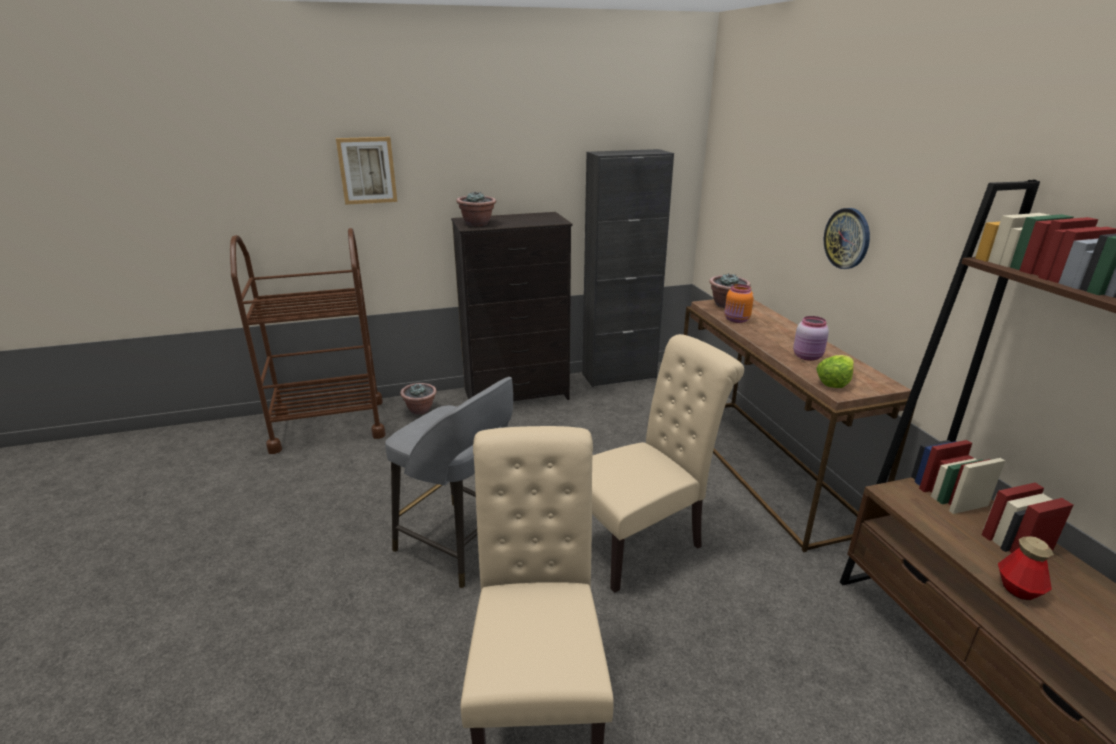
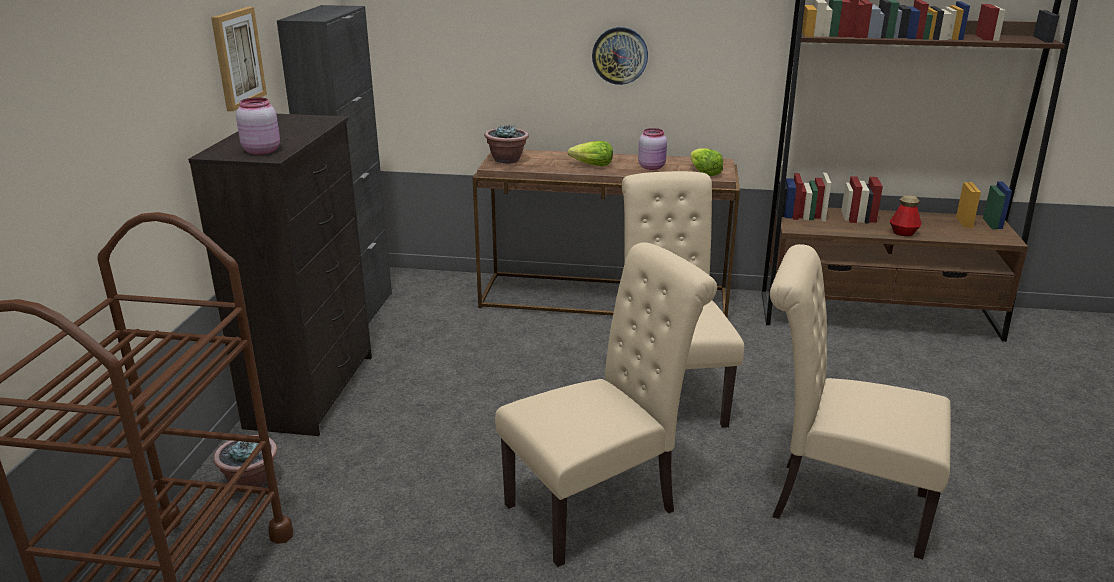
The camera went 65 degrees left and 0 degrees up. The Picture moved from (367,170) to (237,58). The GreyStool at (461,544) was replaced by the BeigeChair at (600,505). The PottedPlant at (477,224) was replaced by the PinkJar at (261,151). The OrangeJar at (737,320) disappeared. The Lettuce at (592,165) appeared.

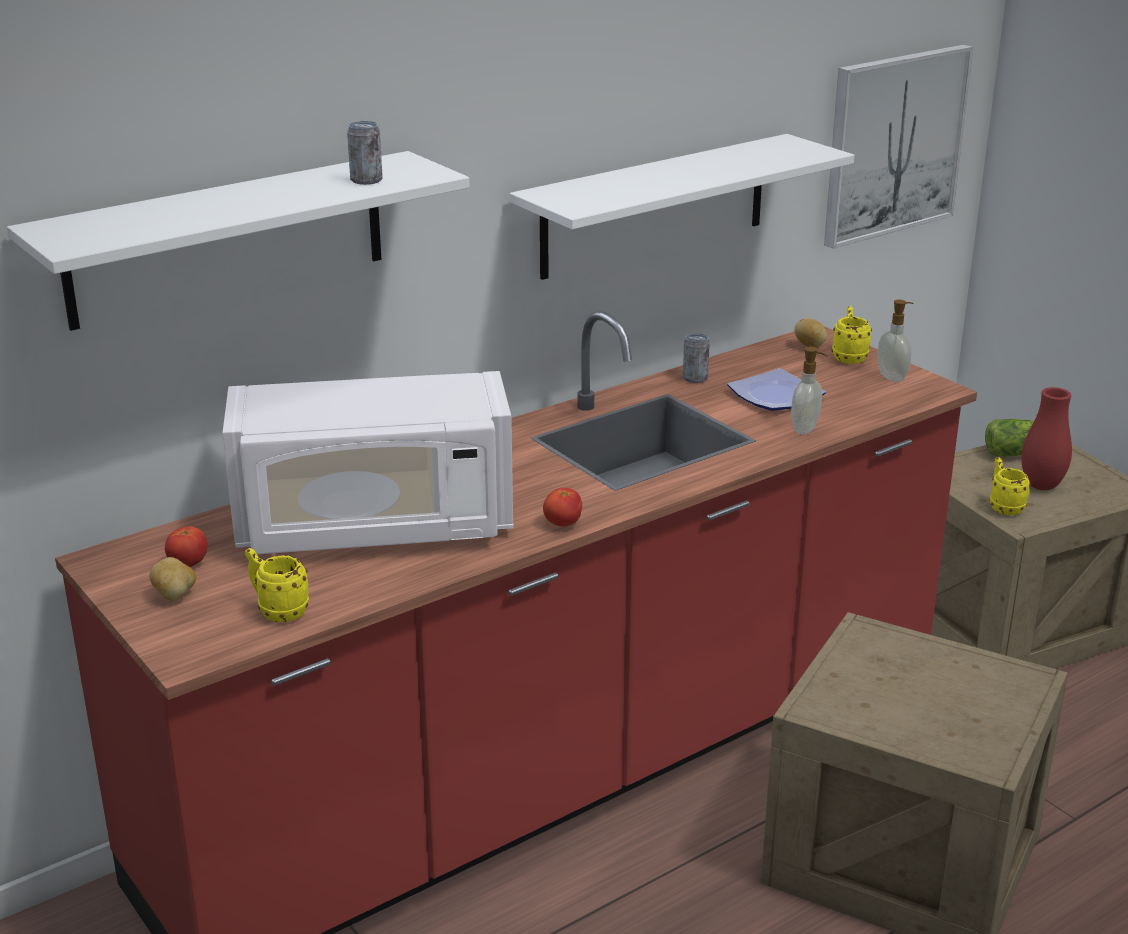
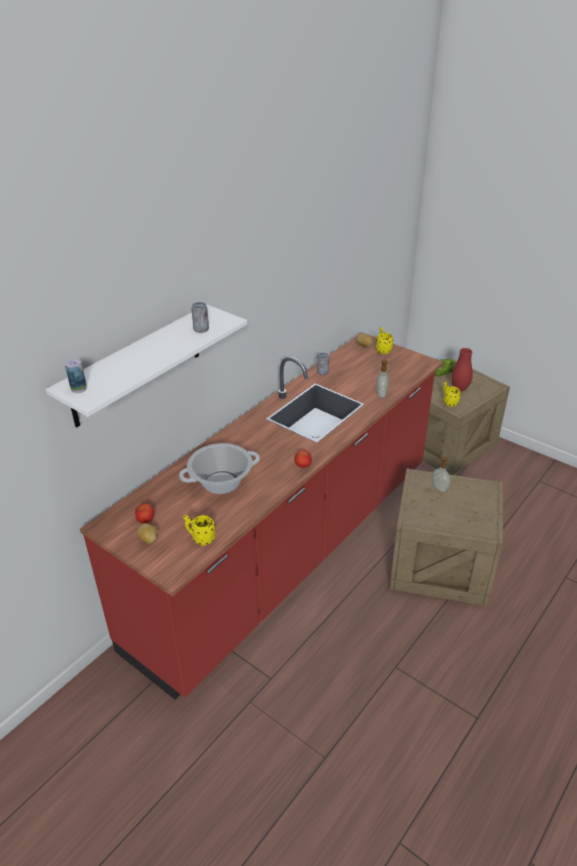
The camera went 15 degrees left and 10 degrees up. The WhiteMicrowave at (375,526) was replaced by the CookingPot at (221,482). The WhiteShelf at (655,206) disappeared. The Plate at (773,396) disappeared. The Picture at (893,144) disappeared. The SoapDispenser moved from (893,377) to (440,487). The Can at (79,389) appeared.

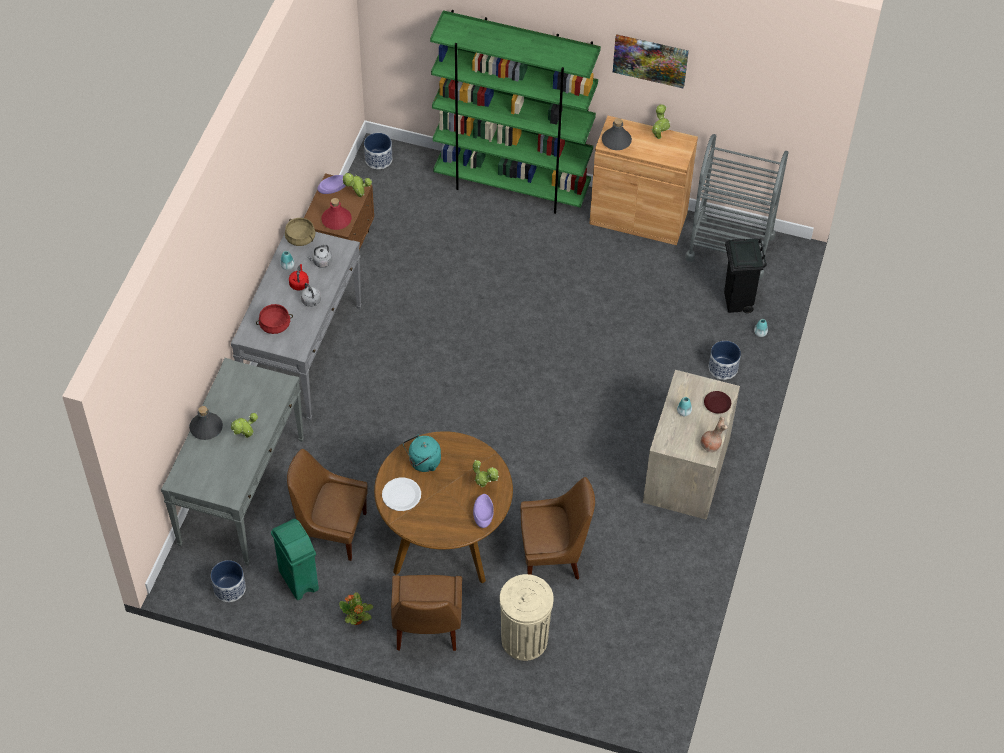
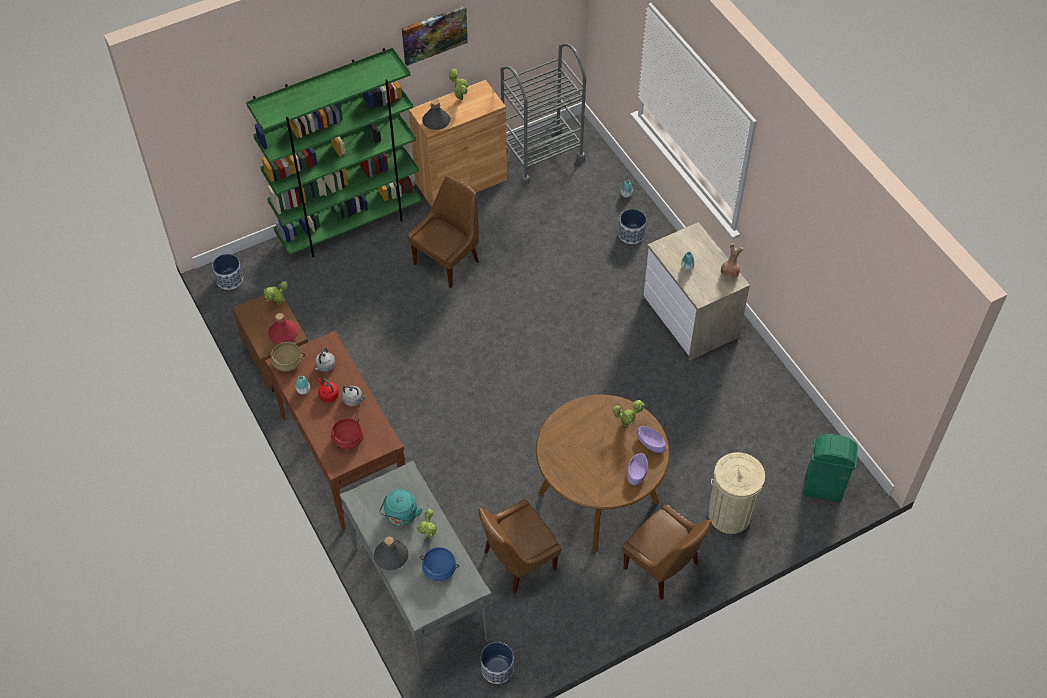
The camera went 45 degrees left and 0 degrees up. The GreyConsoleTable at (303,353) became the BrownConsoleTable at (343,458). The GreenTrashCan moved from (298,581) to (823,489). The PurpleBowl moved from (333,188) to (636,472). The PottedPlant at (357,620) disappeared. The WhitePlate at (401,495) disappeared. The TurquoiseKettle moved from (423,462) to (401,516). The BrownChair moved from (553,556) to (448,261). The BrownPlate at (717,404) disappeared. The BlackTrashCan at (737,302) disappeared. The BlueCookingPot at (439,569) appeared.

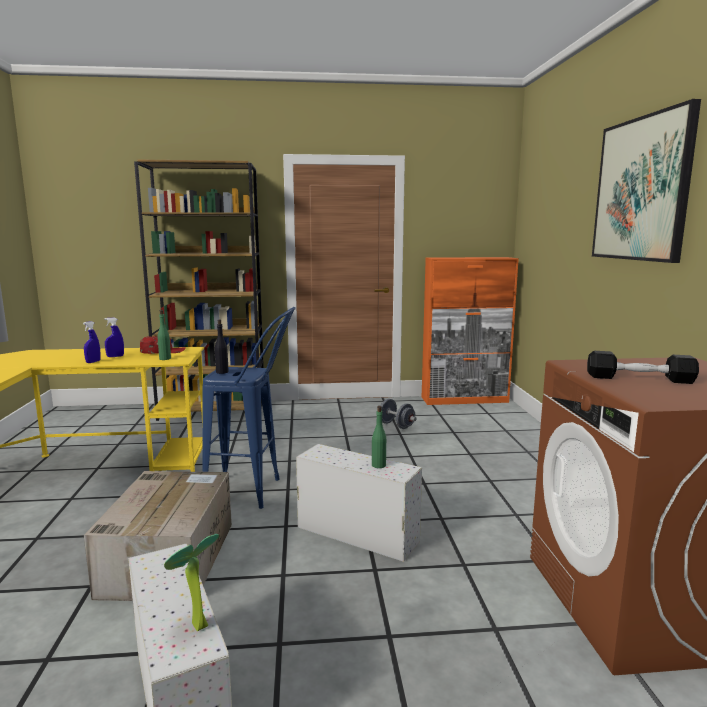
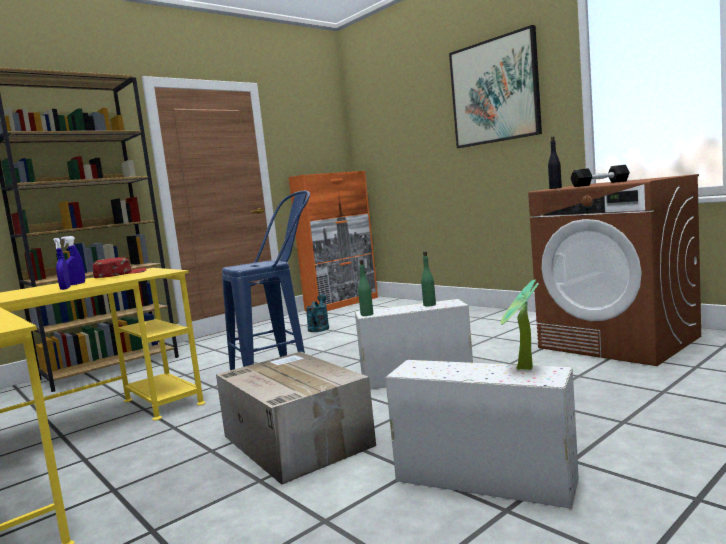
The camera went 35 degrees left and 5 degrees down. The GreenBottle moved from (165,358) to (367,314). The BlackBottle moved from (222,372) to (555,188). The GreyDumbbell at (396,425) was replaced by the TurquoiseWateringCan at (319,328).

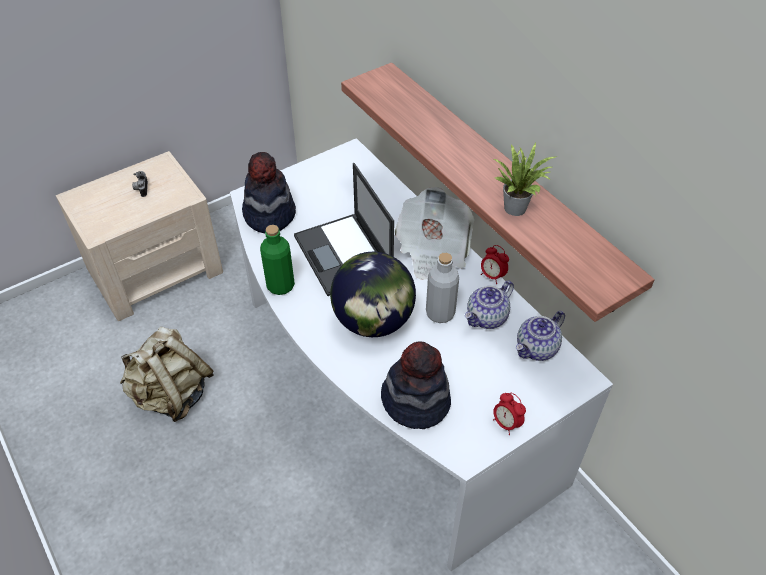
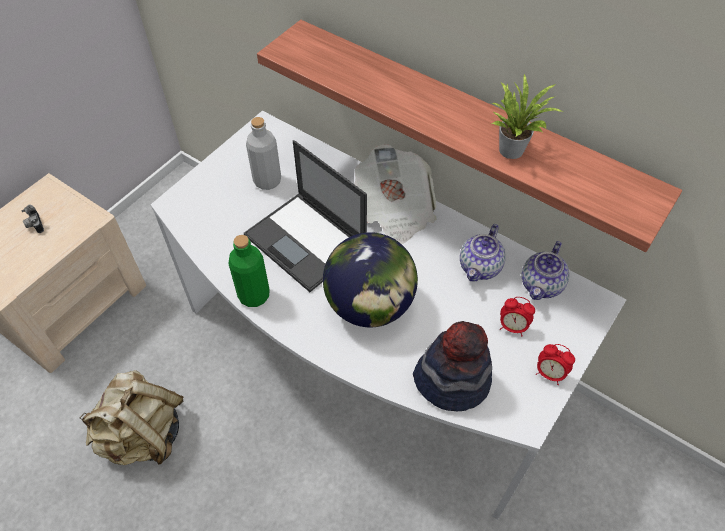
The camera went 20 degrees left and 5 degrees up. The Hat at (269,214) disappeared. The GreyBottle moved from (440,313) to (267,181). The AlarmClock moved from (492,276) to (512,327).

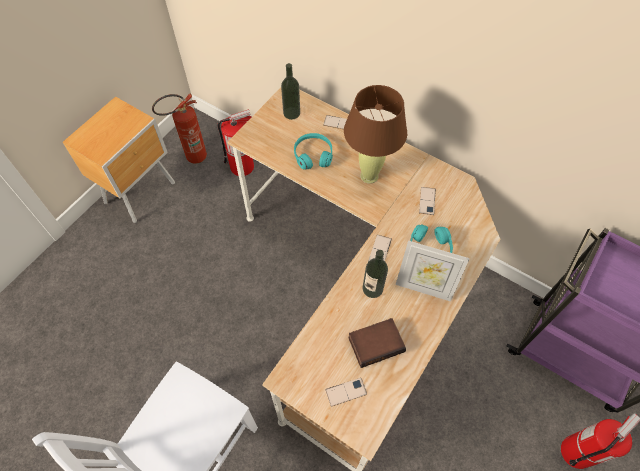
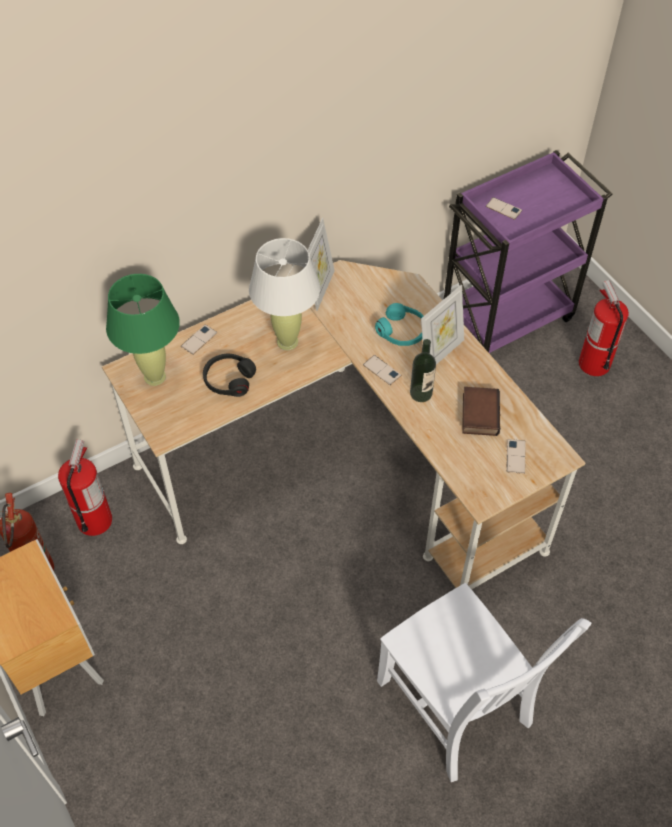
The camera went 65 degrees left and 5 degrees down. The Bottle at (291,113) was replaced by the GreenTableLamp at (154,377). The TurquoiseHeadphones at (313,155) became the BlackHeadphones at (229,379). The BrownTableLamp at (369,176) became the WhiteTableLamp at (287,342). The Phone moved from (427,201) to (503,208). The PictureFrame at (320,289) appeared.

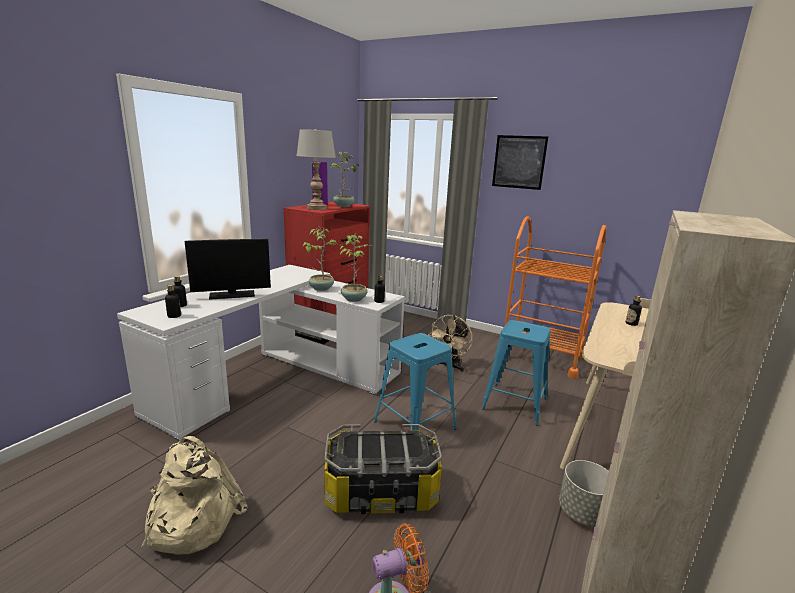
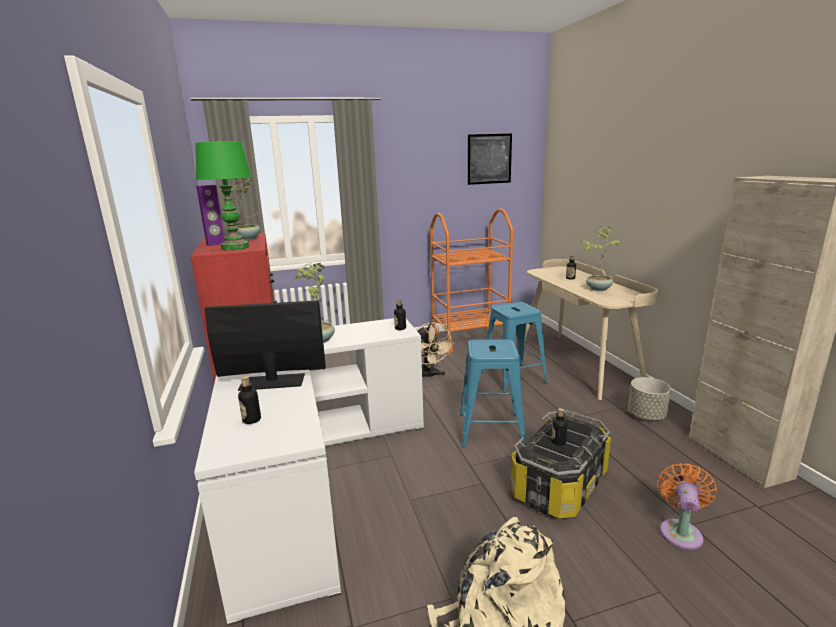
The camera went 45 degrees left and 0 degrees up. The Bottle moved from (174,316) to (558,442). The Monitor at (232,295) turned 120 degrees counterclockwise. The GreyTableLamp at (317,208) became the GreenTableLamp at (235,247). The PottedPlant moved from (354,299) to (598,289). The Picture moved from (519,162) to (489,159).

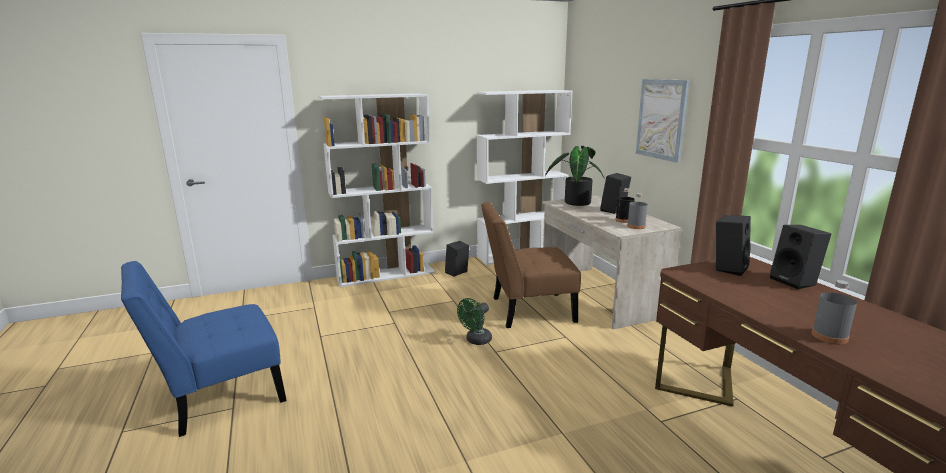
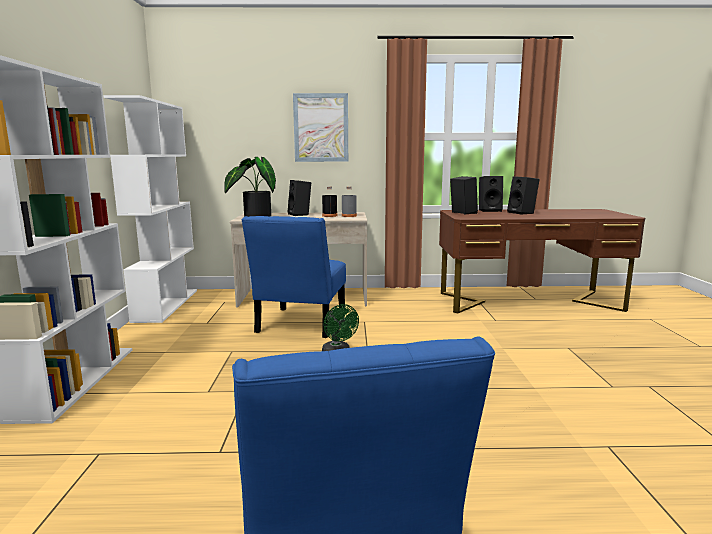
The camera went 70 degrees left and 5 degrees down. The BlackSpeaker moved from (457,273) to (522,213). The BrownChair at (527,310) became the BlueChair at (299,325). The GreyBottle at (829,336) disappeared.

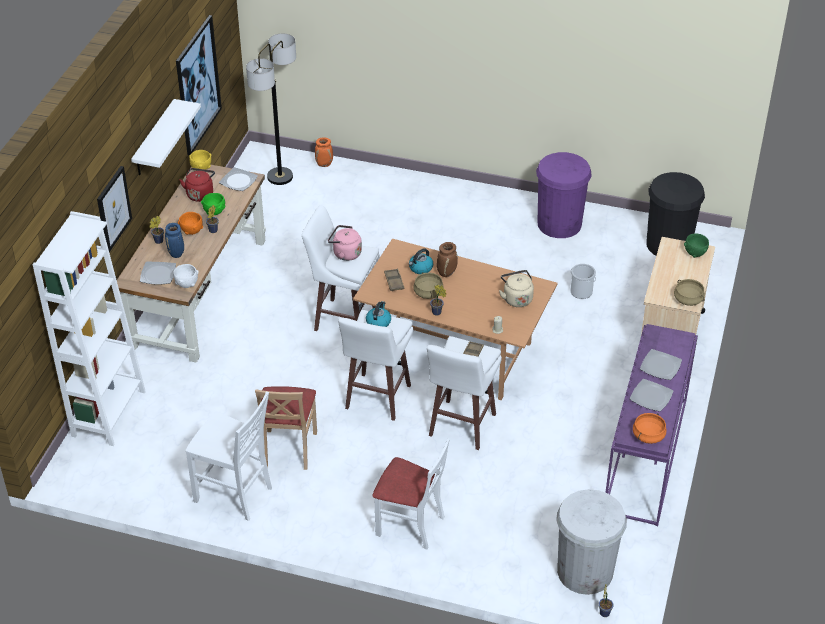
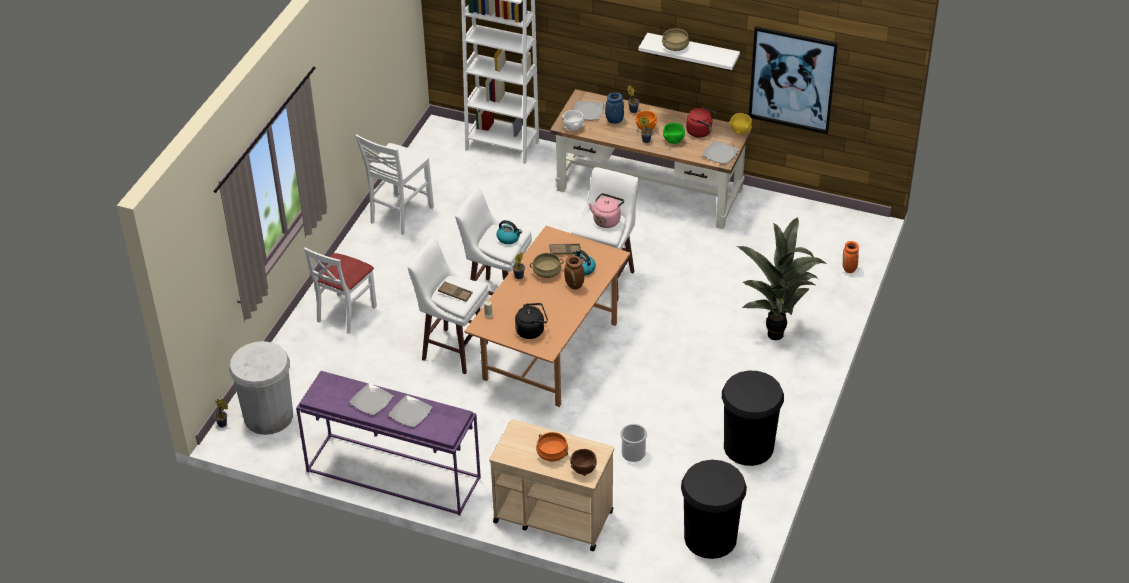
The camera went 95 degrees right and 0 degrees up. The Picture at (113,208) disappeared. The FloorLamp at (280,177) disappeared. The BeigeChair at (289,448) disappeared. The BeigeKettle at (516,298) became the BlackKettle at (531,330). The PurpleTrashCan at (559,224) became the BlackTrashCan at (748,447). The OrangeCookingPot moved from (648,435) to (552,453). The BeigeCookingPot moved from (688,299) to (675,47). The GreenBowl at (695,253) became the BrownBowl at (583,469). The PottedPlant at (776,332) appeared.

